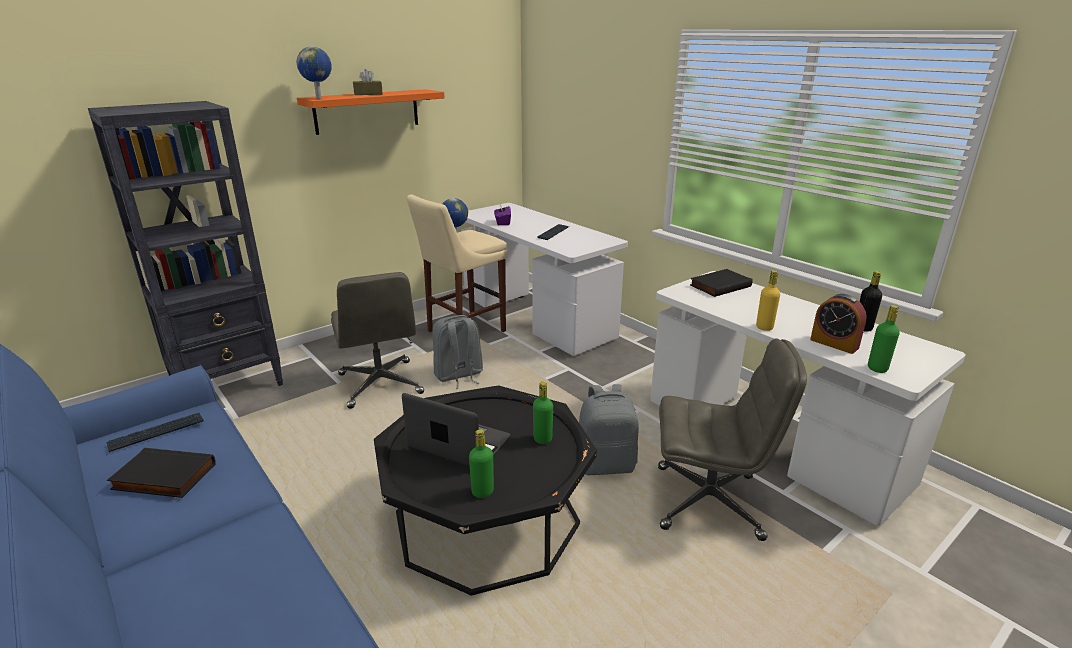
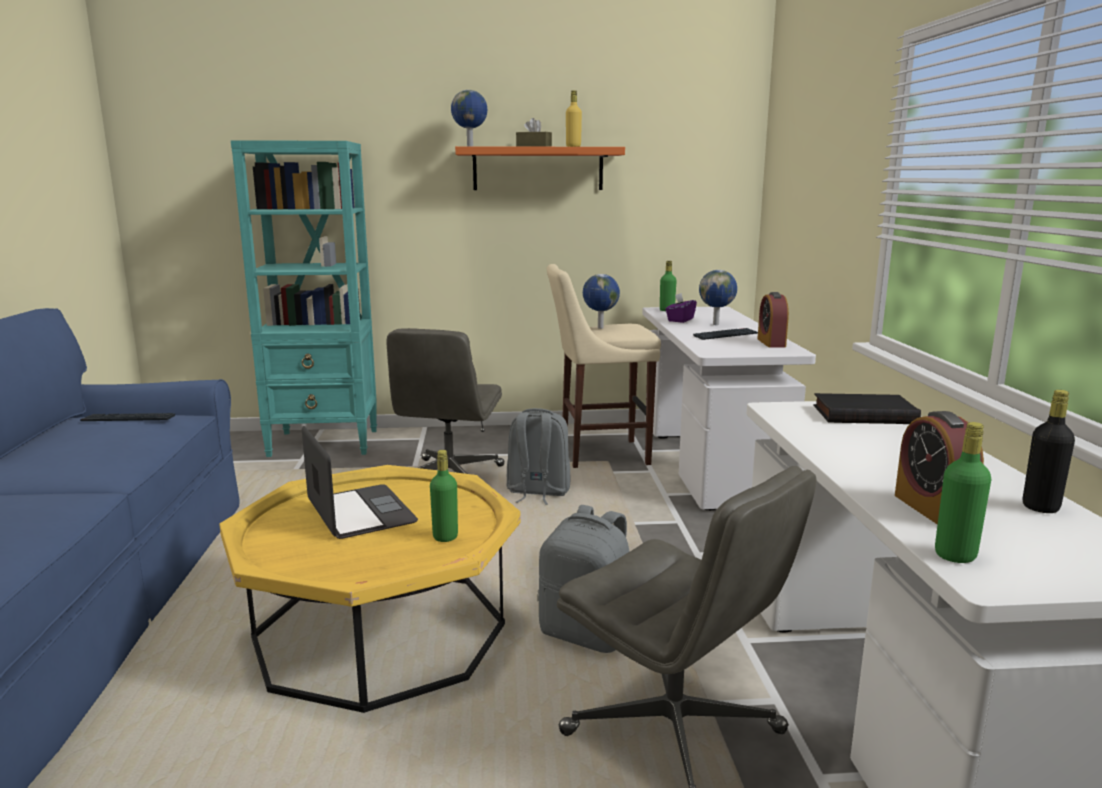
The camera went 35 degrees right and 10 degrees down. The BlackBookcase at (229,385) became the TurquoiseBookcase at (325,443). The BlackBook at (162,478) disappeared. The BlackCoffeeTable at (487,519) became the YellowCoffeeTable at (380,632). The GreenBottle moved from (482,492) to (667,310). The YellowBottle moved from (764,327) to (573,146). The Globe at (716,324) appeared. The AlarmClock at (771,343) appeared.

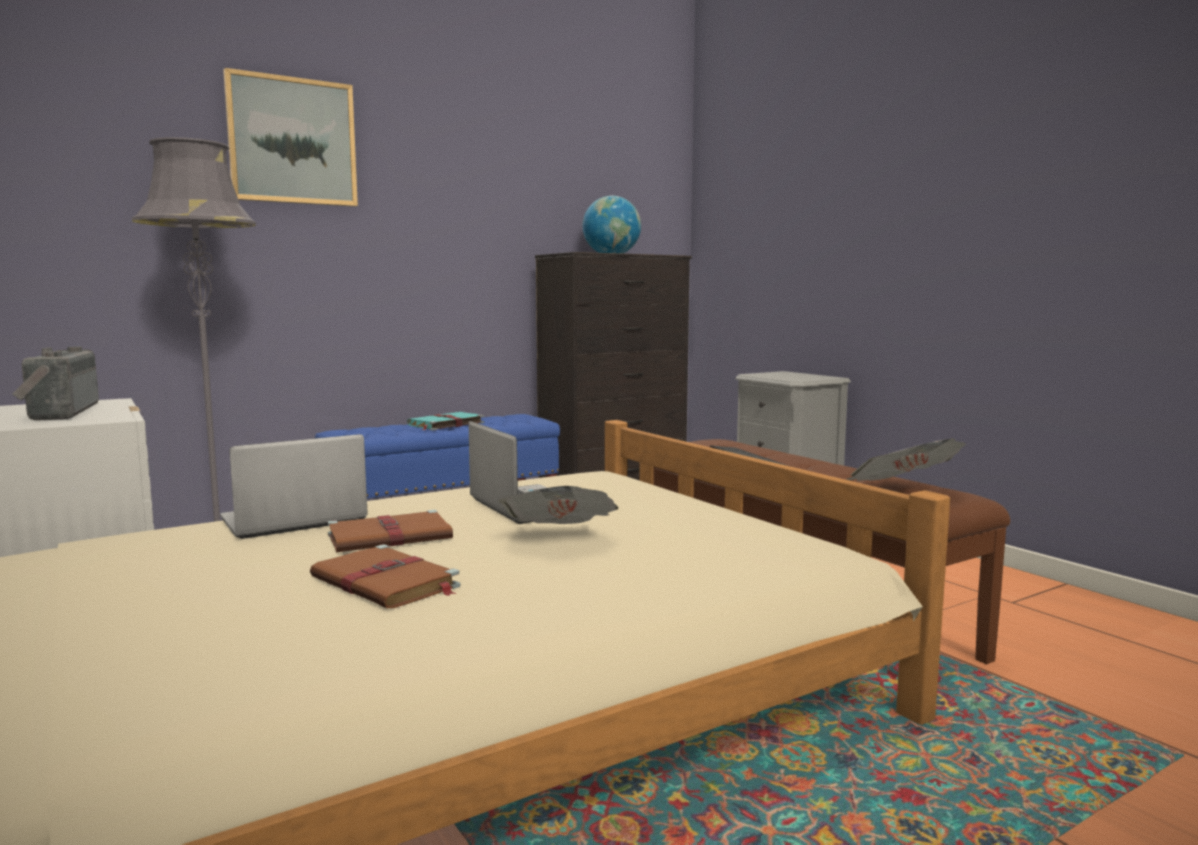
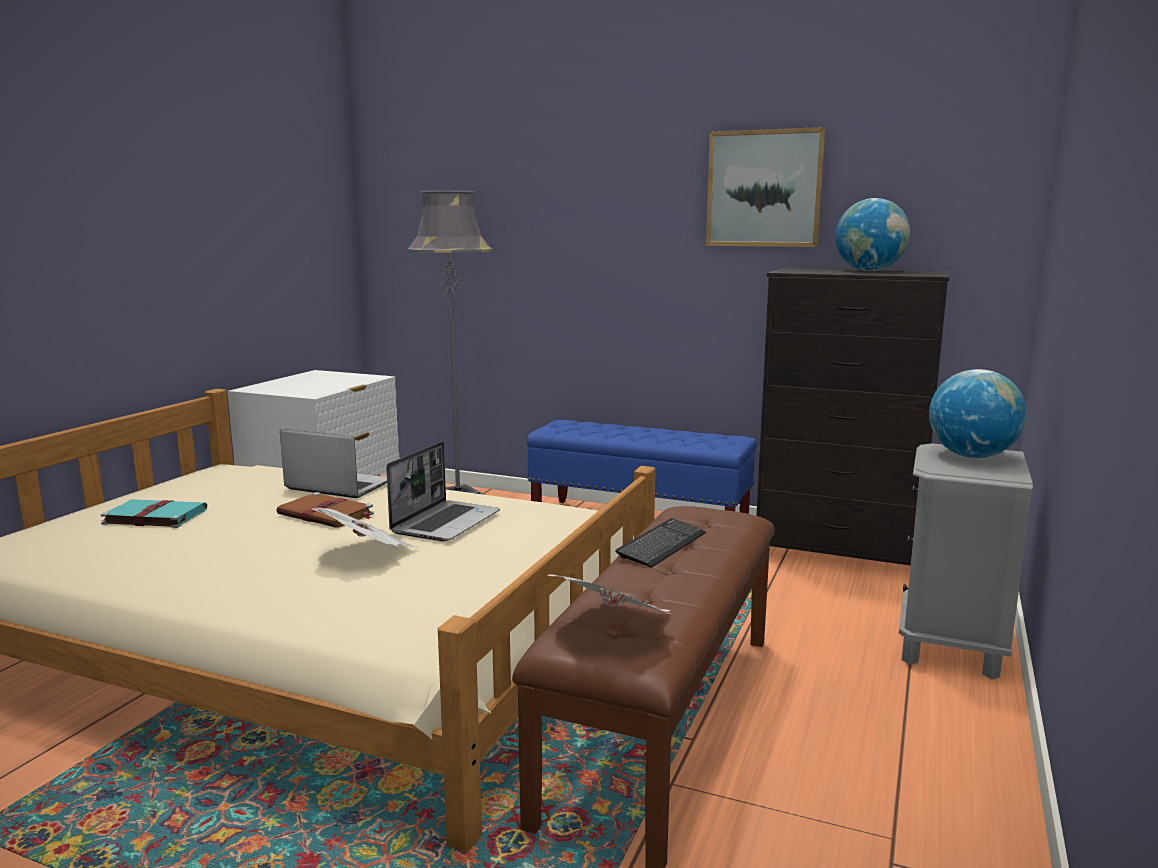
The camera went 55 degrees right and 5 degrees up. The Radio at (58,412) disappeared. The Picture moved from (292,141) to (764,189). The BrownBook at (386,583) disappeared. The TurquoiseBook moved from (445,424) to (153,517). The Globe at (971,456) appeared.

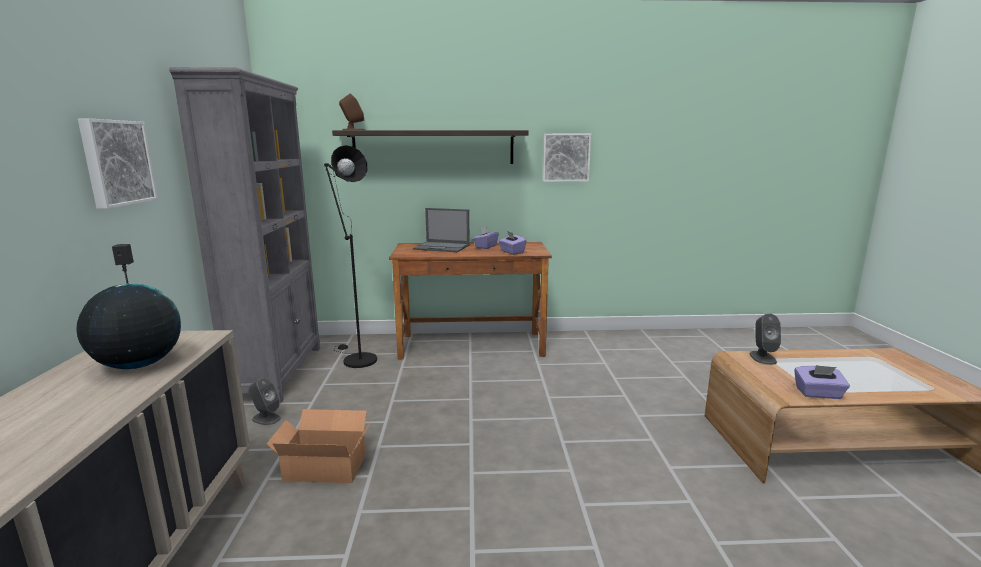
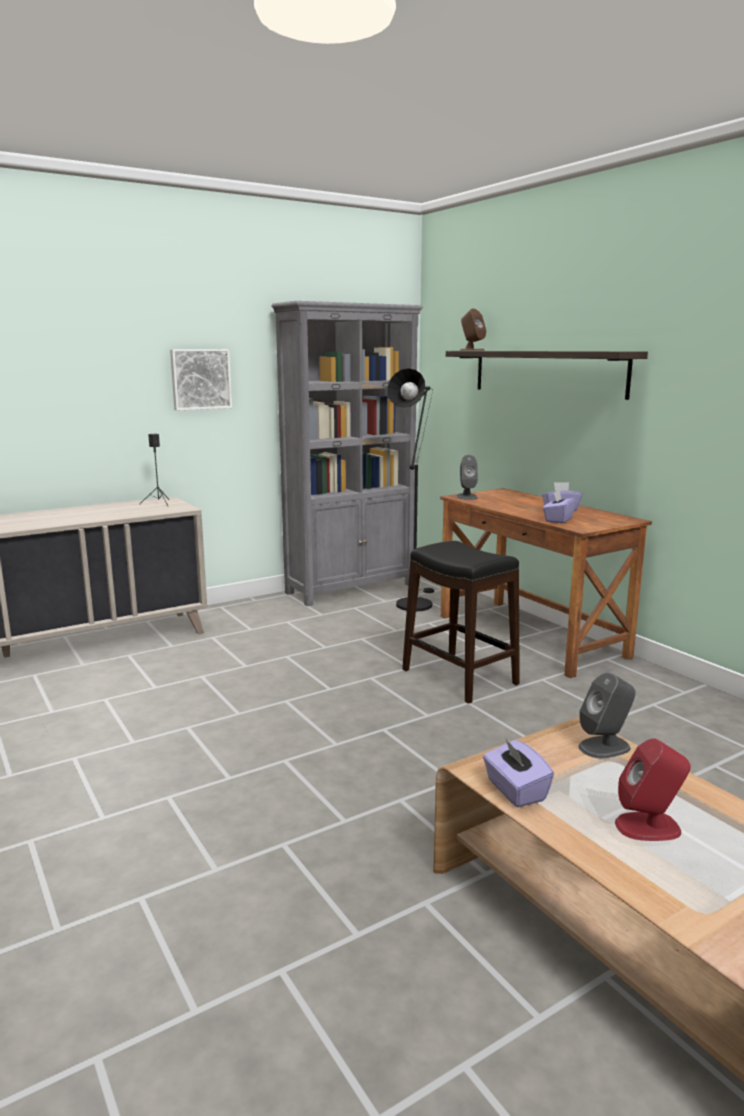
The camera went 60 degrees right and 0 degrees up. The Globe at (138,365) disappeared. The GreySpeaker moved from (266,418) to (467,497). The CardboardBox at (324,465) disappeared. The Laptop at (442,247) disappeared. The Picture at (565,157) disappeared. The BlackStool at (459,677) appeared. The RedSpeaker at (648,827) appeared.

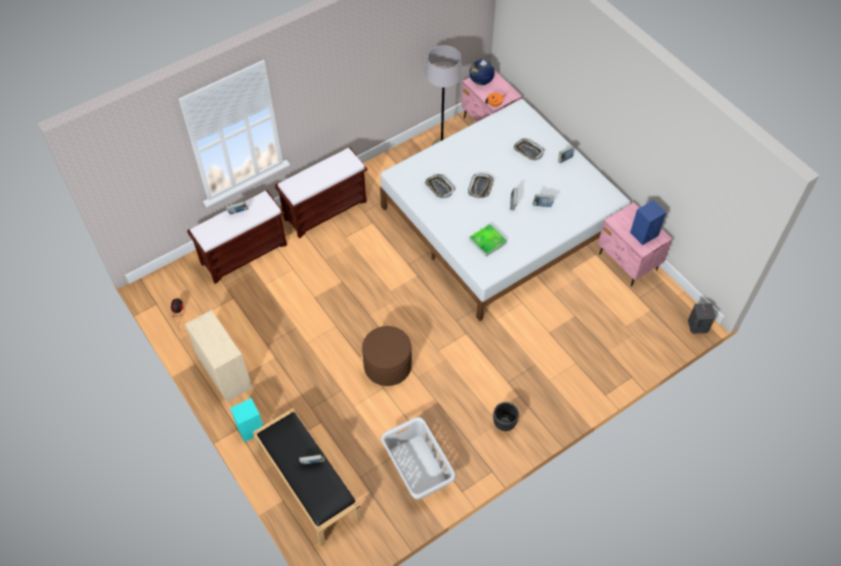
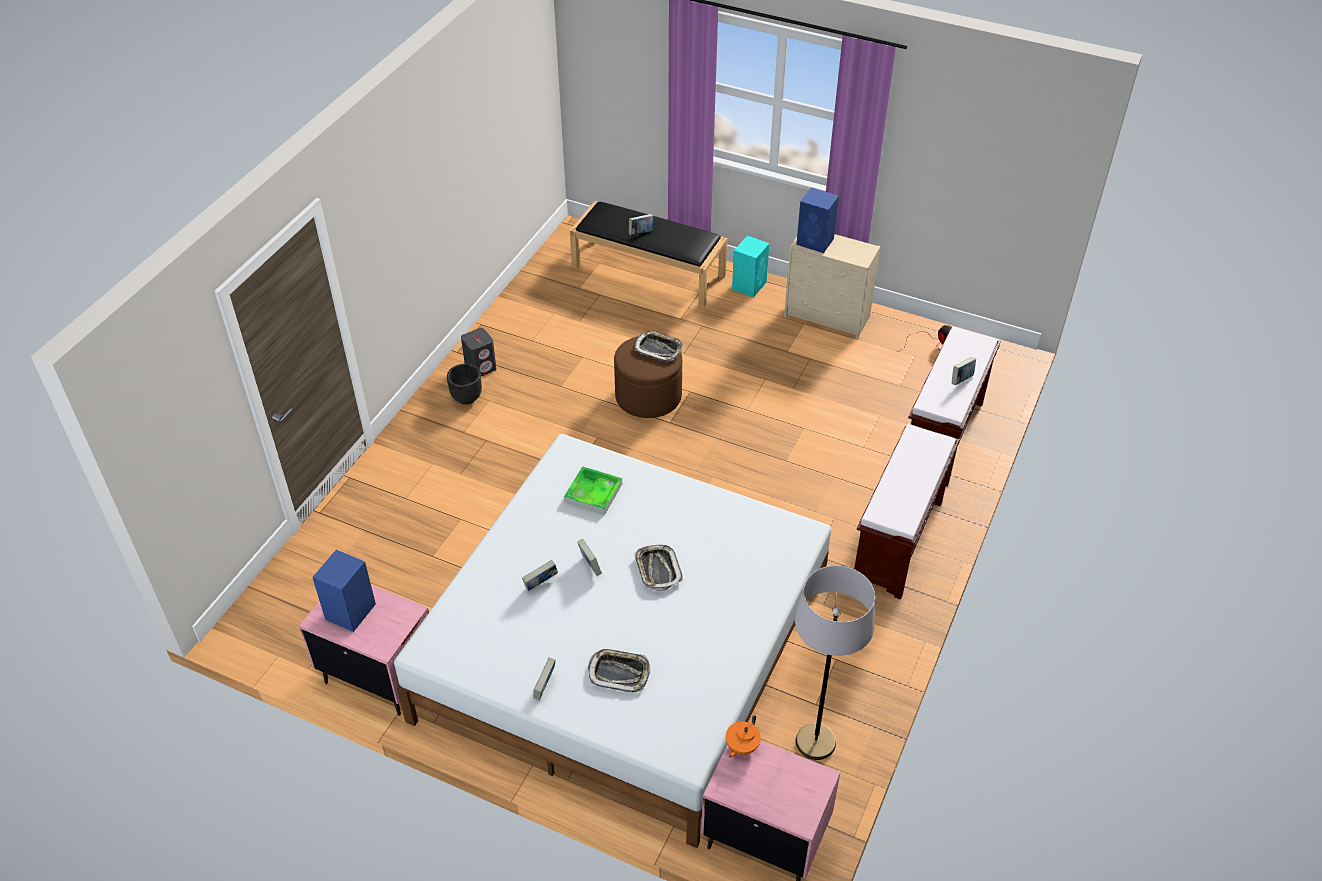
The camera went 150 degrees right and 10 degrees down. The GreyLaundryBasket at (417,468) disappeared. The Tray moved from (439,187) to (658,348). The Globe at (481,81) disappeared. The GreySpeaker moved from (697,325) to (481,367). The BlueSpeaker at (816,242) appeared.

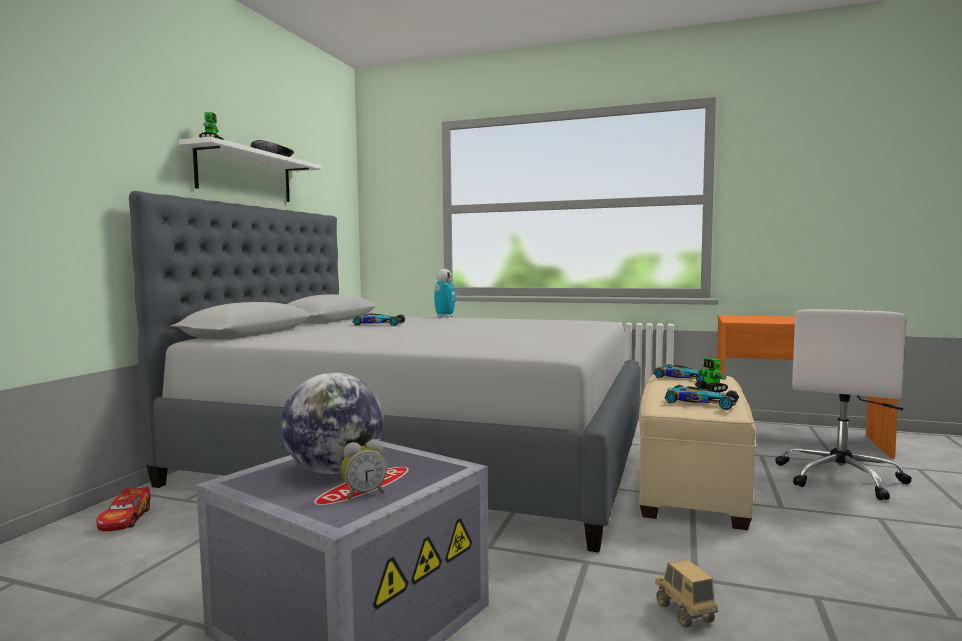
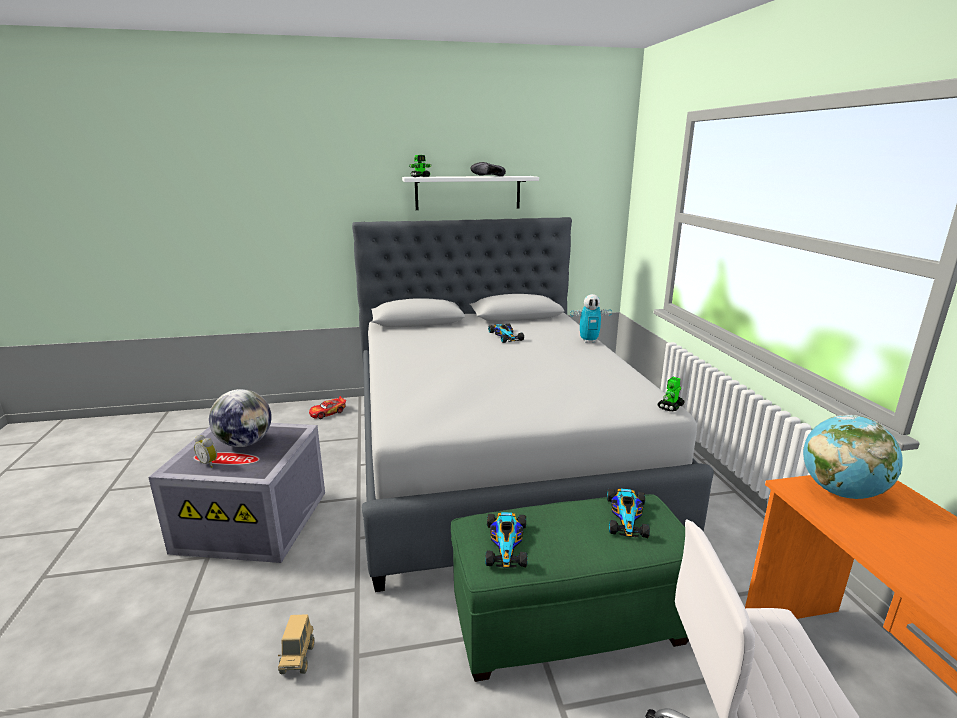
The camera went 60 degrees right and 15 degrees up. The BeigeOttoman at (691,485) became the GreenOttoman at (567,621). The ToyTruck at (684,613) turned 135 degrees clockwise. The ToyRobot moved from (711,390) to (670,407). The Globe at (841,492) appeared.

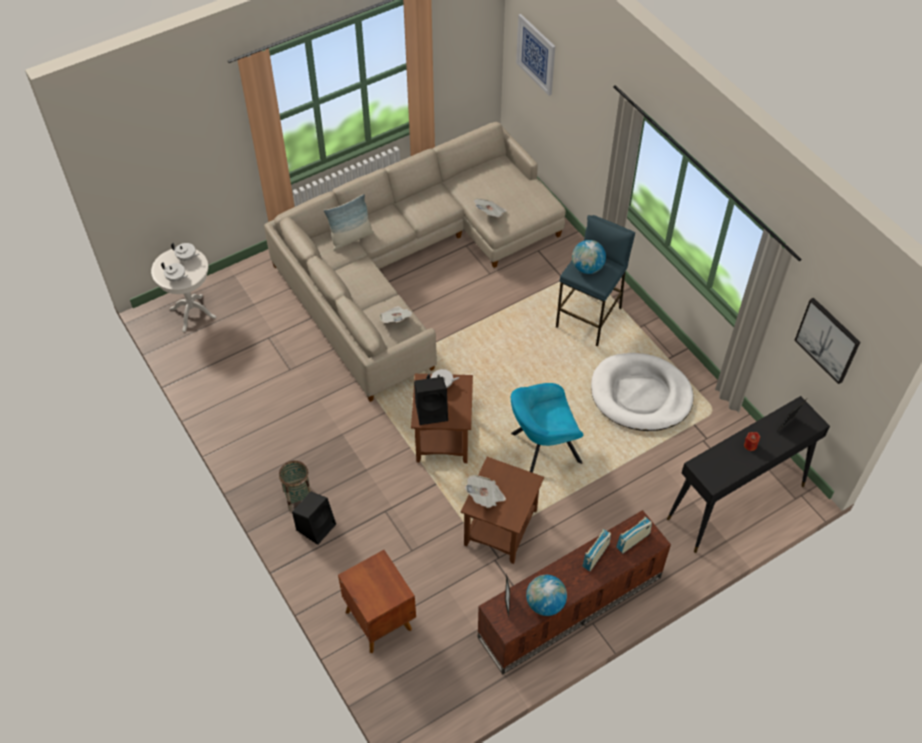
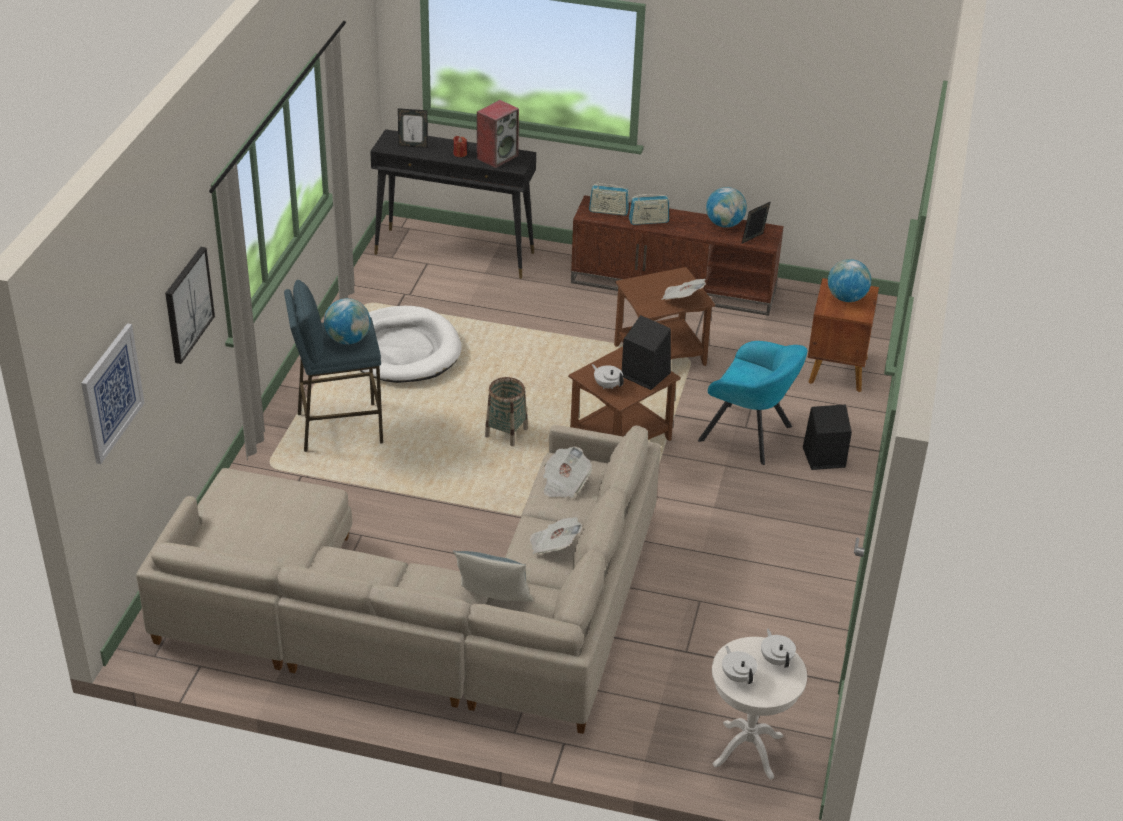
The camera went 135 degrees left and 15 degrees down. The Basket moved from (298,496) to (506,433). The Newspaper moved from (490,214) to (553,546). The TurquoiseArmchair moved from (542,449) to (750,435). The Picture moved from (828,340) to (188,304). The Speaker at (497,157) appeared. The Globe at (846,298) appeared.

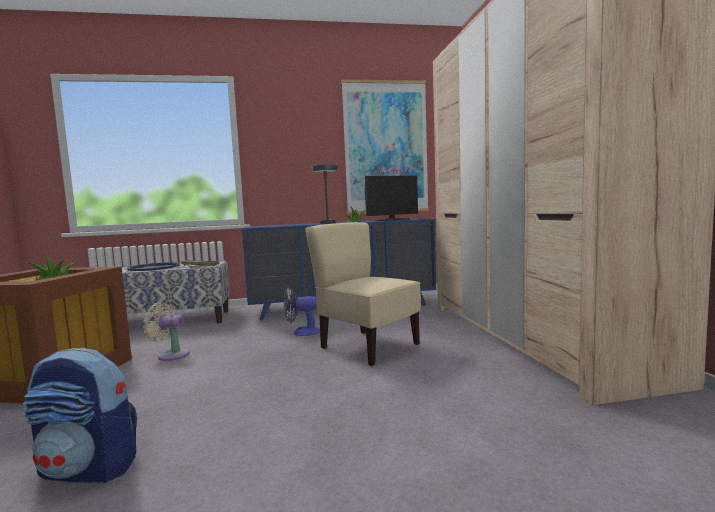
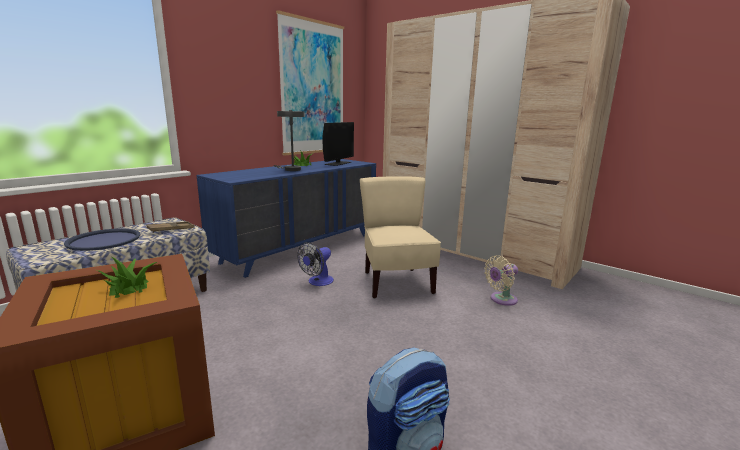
The camera went 40 degrees left and 10 degrees up. The BeigeFan moved from (170,355) to (501,300). The BeigeChair at (368,347) turned 75 degrees clockwise.

